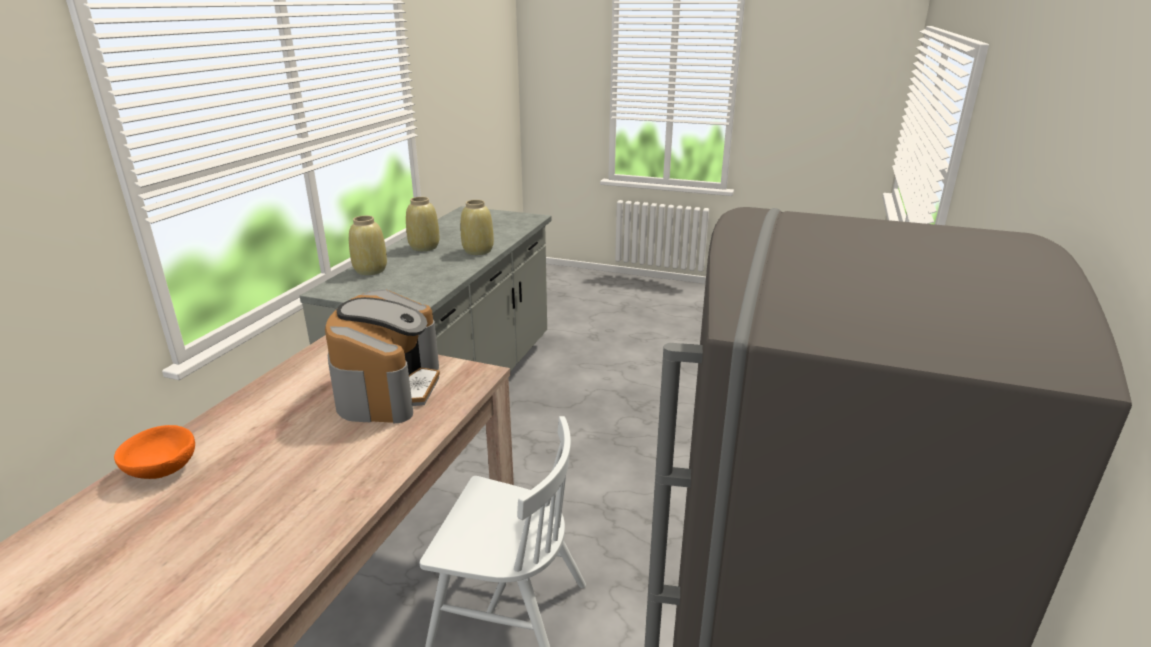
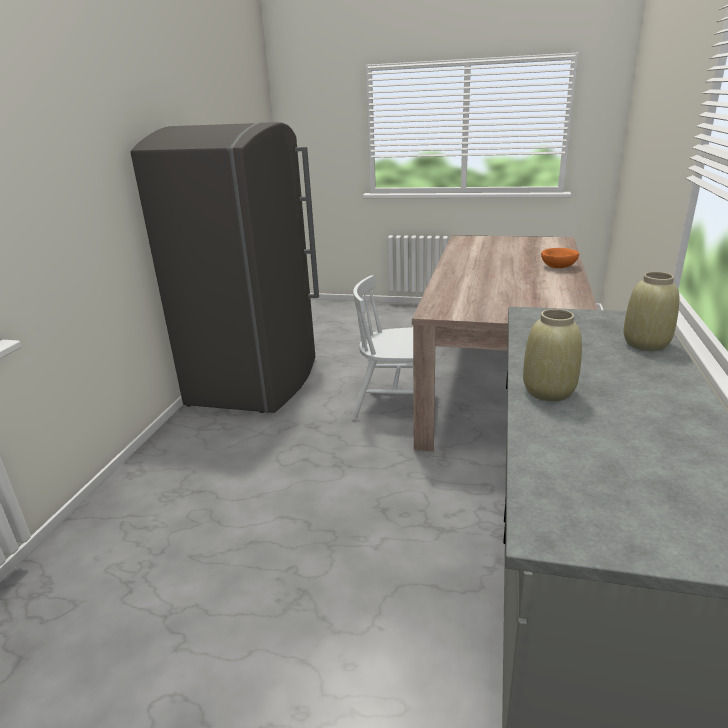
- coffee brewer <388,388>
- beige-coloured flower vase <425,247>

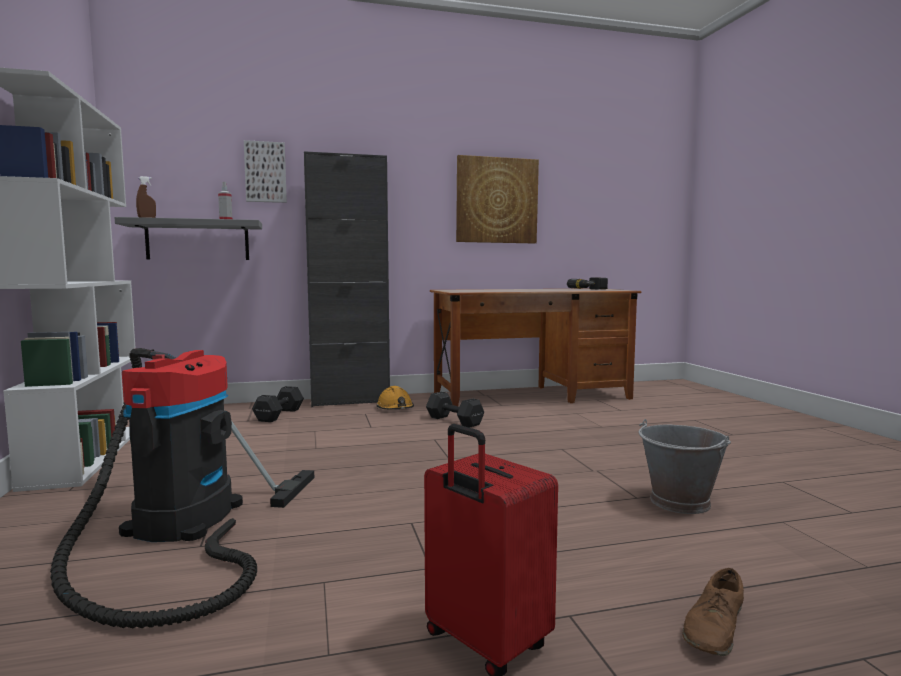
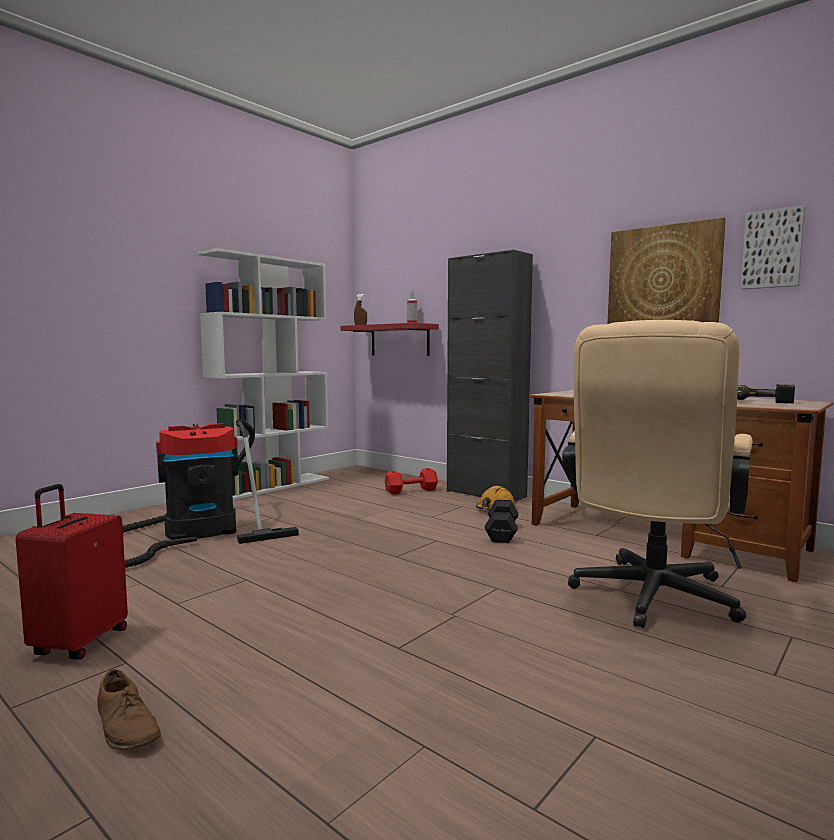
~ greyish wall shelf <198,240> to red-coloured wall shelf <399,340>
~ picture <265,172> to <772,249>
~ black-coloured free weight <278,415> to red-coloured free weight <410,491>
- greyish water bucket <680,502>
~ brown low shoe <715,627> = <127,725> 135 degrees counterclockwise
+ beige-coloured desk chair <650,600>

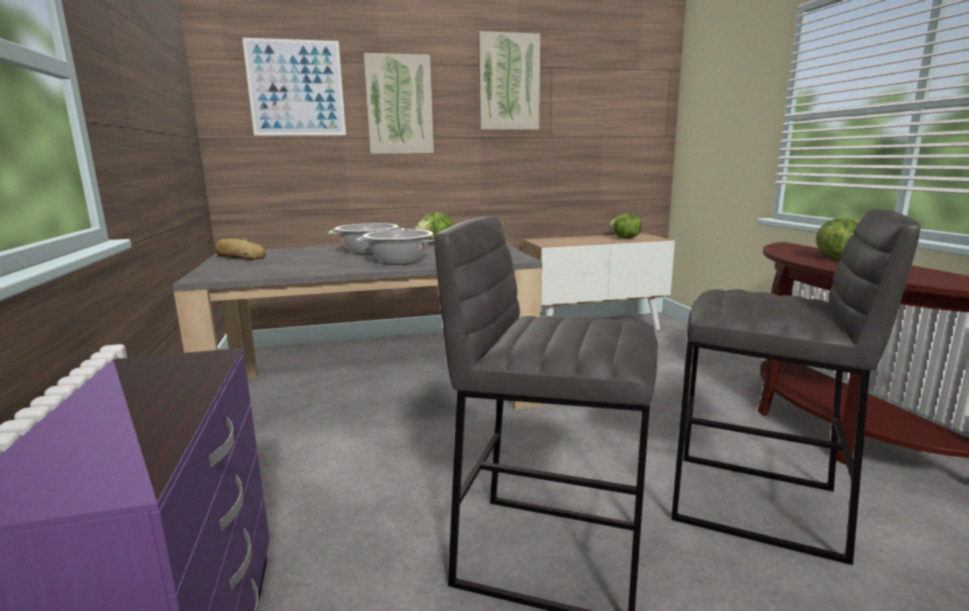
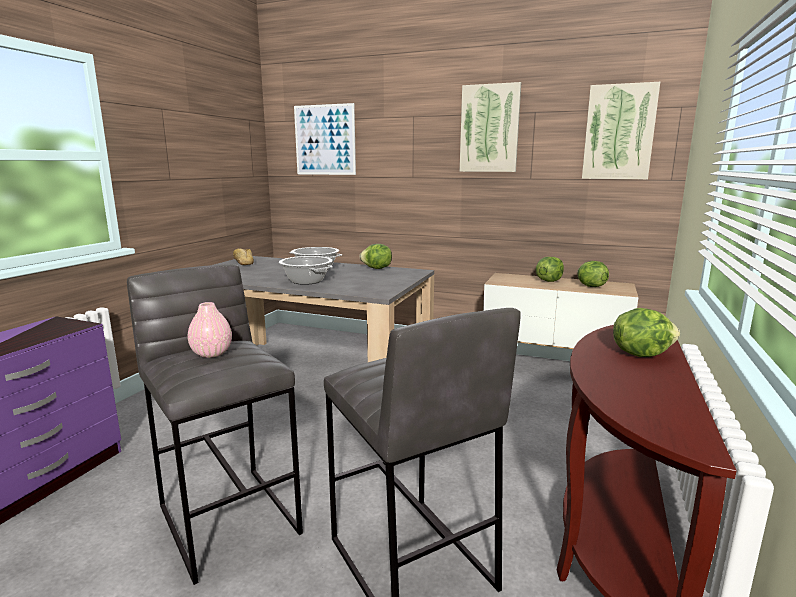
~ picture <399,105> to <619,132>
+ pinkish flower vase <211,353>
+ head of lettuce <548,281>

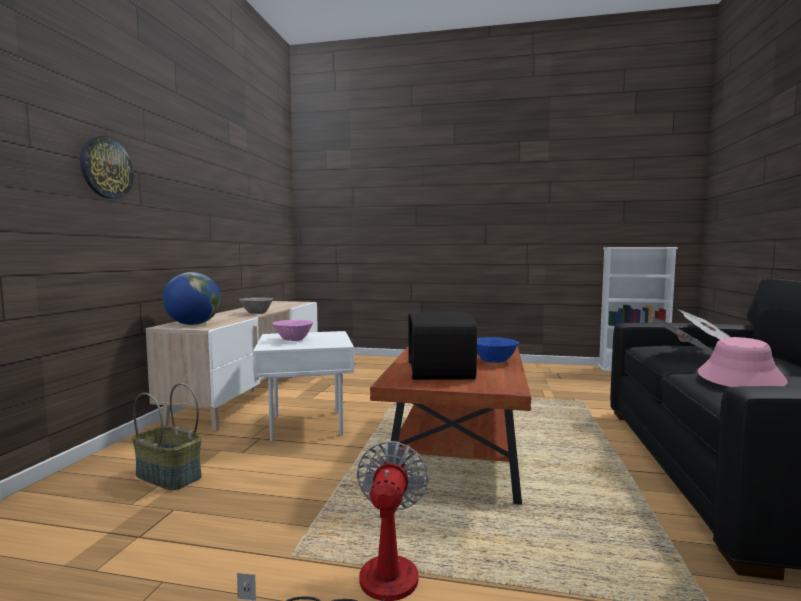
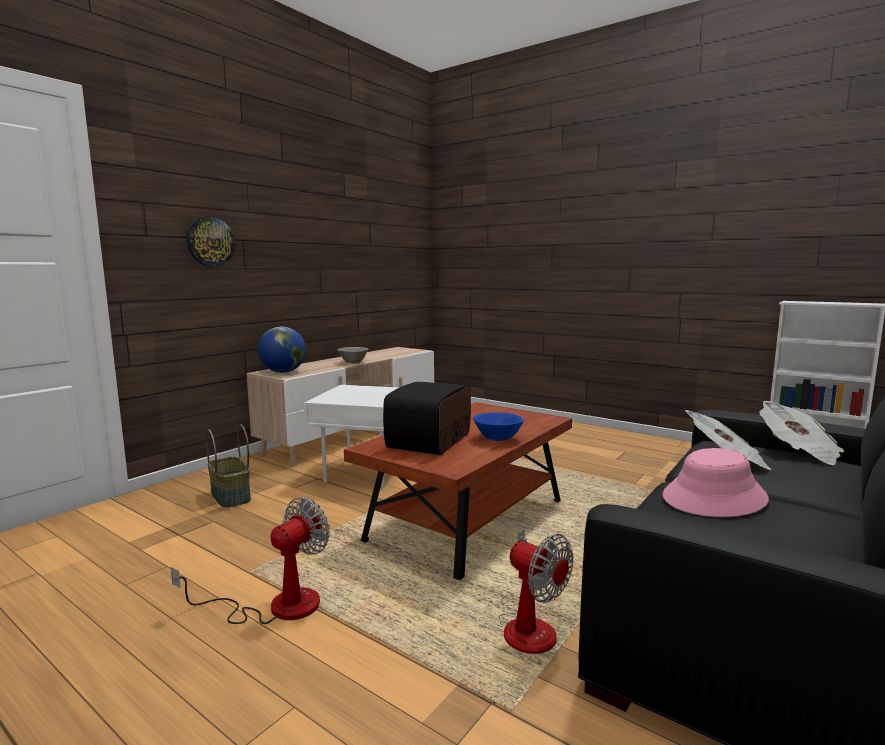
- pinkish bowl <293,339>
+ cooling fan <528,624>

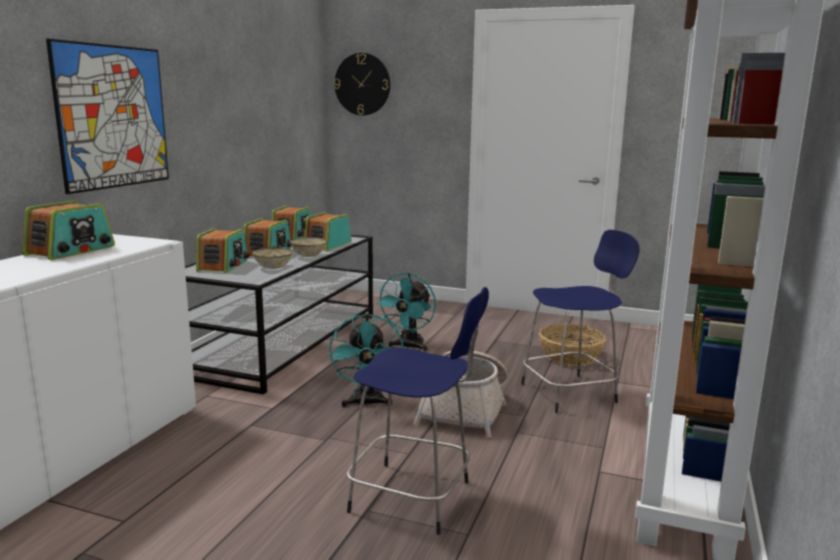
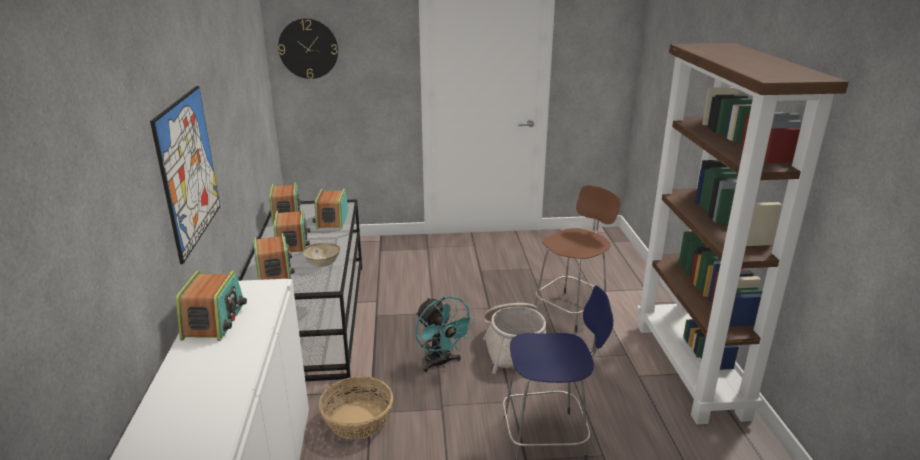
- bowl <308,256>
- blue-green cooling fan <409,347>
~ bluish stool seat <571,392> to brown stool seat <571,310>
~ household basket <569,357> to <357,420>

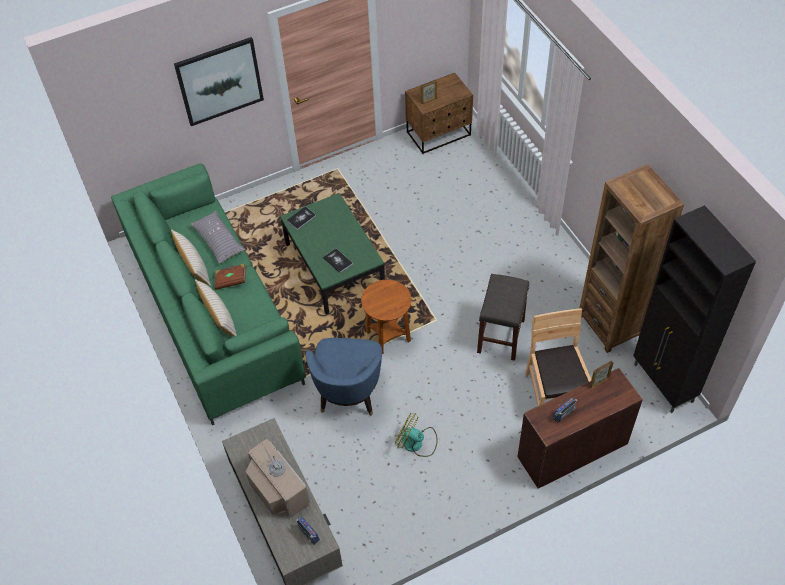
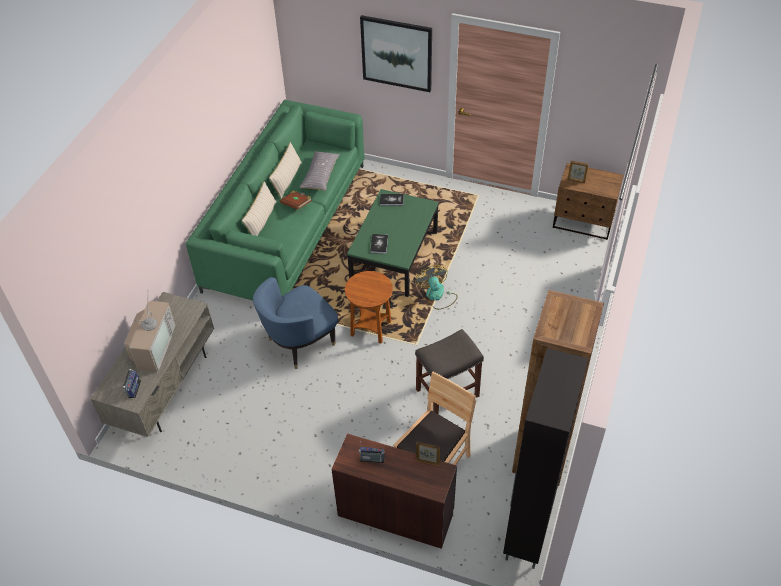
~ cooling fan <417,442> to <437,296>

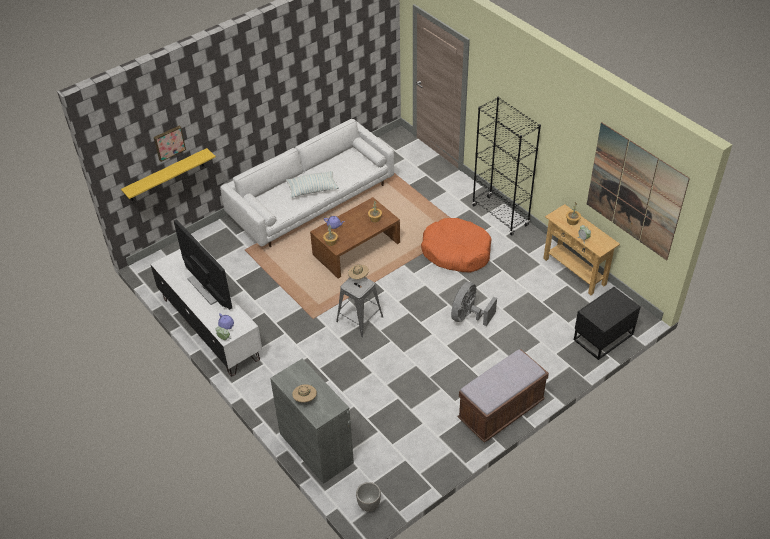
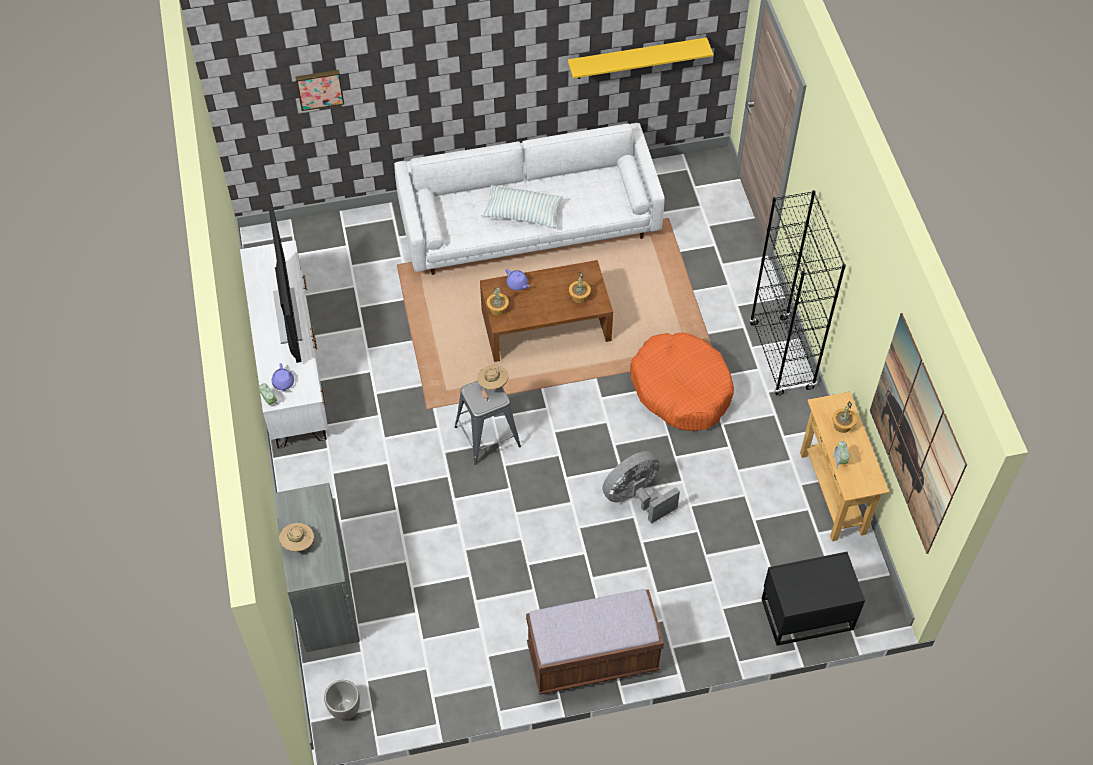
~ yellow-coloured wall shelf <166,175> to <637,58>

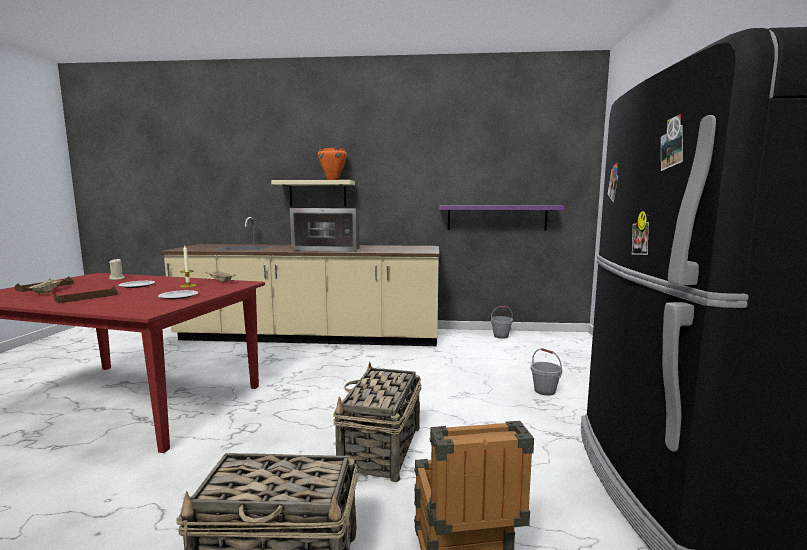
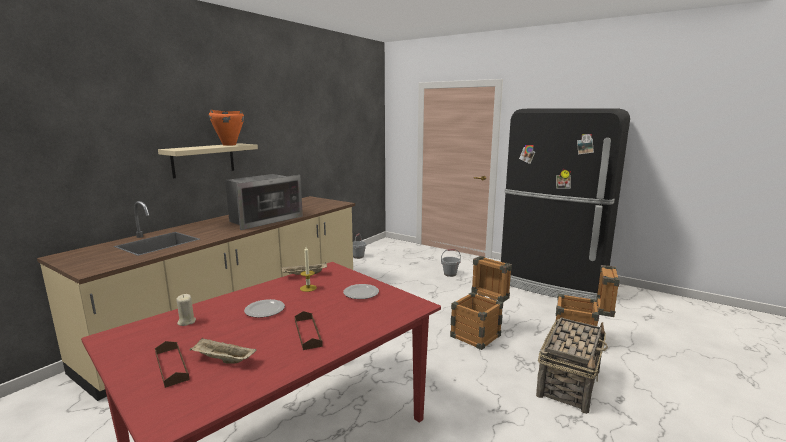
~ household basket <380,449> to shipping crate <479,334>
- purple wall shelf <497,217>

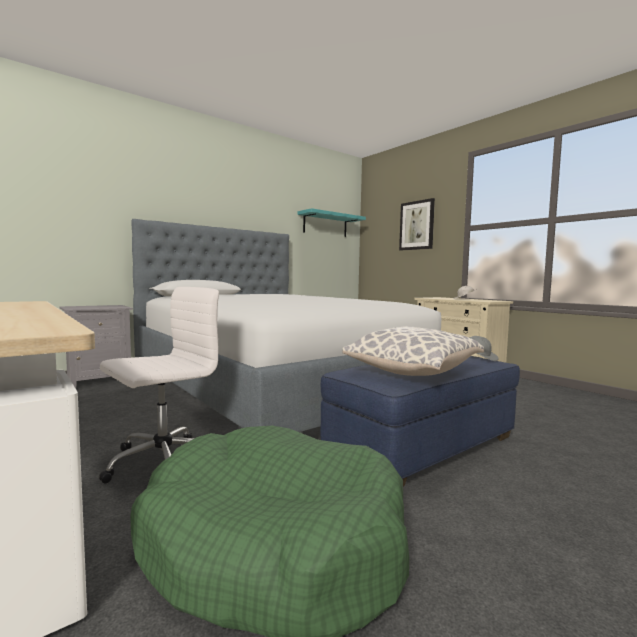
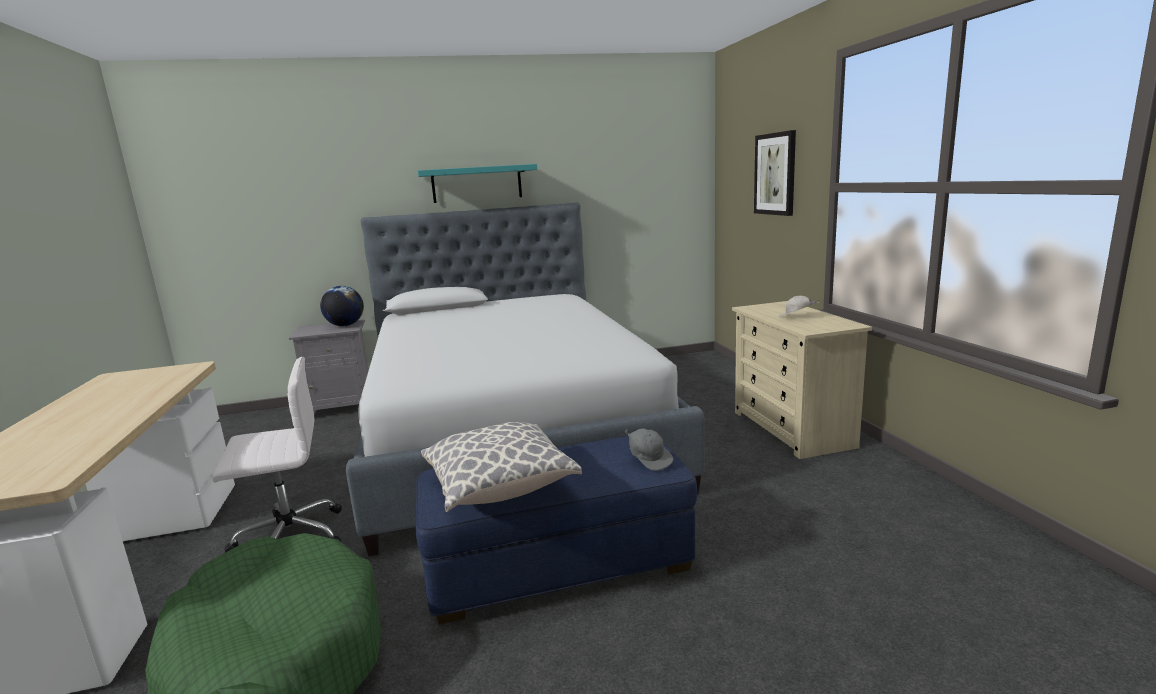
~ blue-green wall shelf <325,225> to <477,184>
+ globe <345,325>

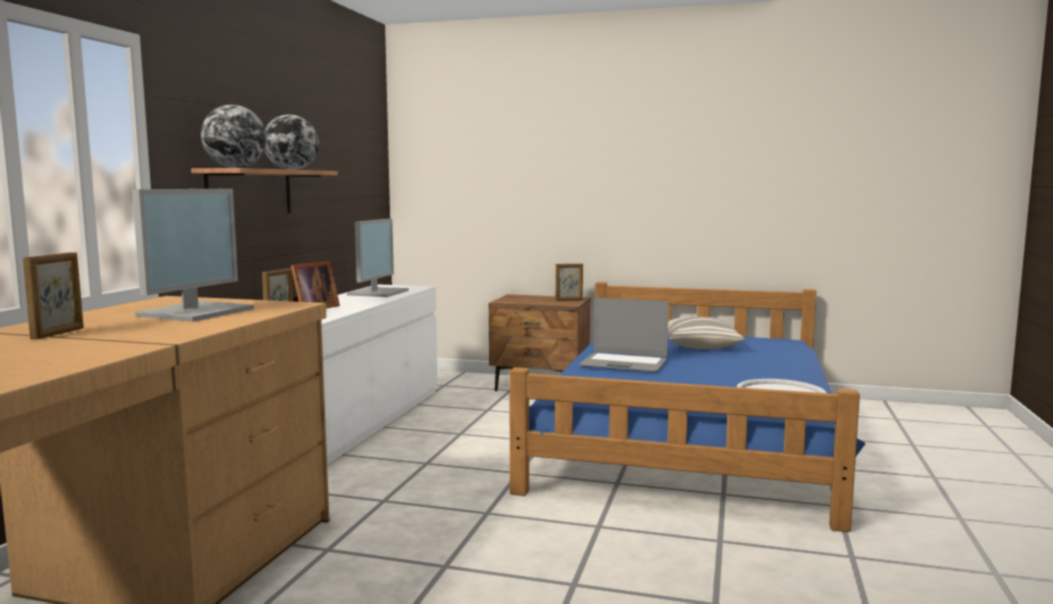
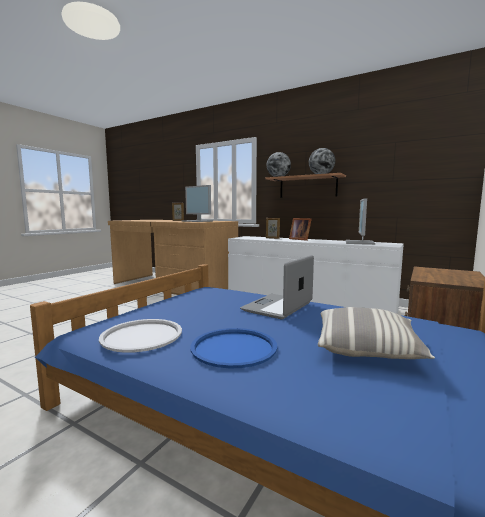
~ computer screen <378,292> = <360,242> 75 degrees clockwise
- picture frame <569,300>
+ bluish serving tray <234,348>

